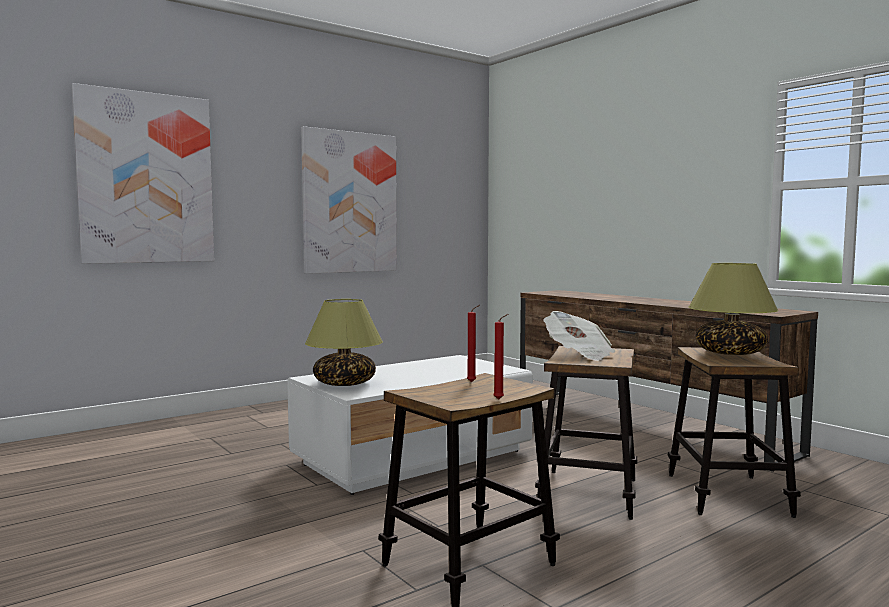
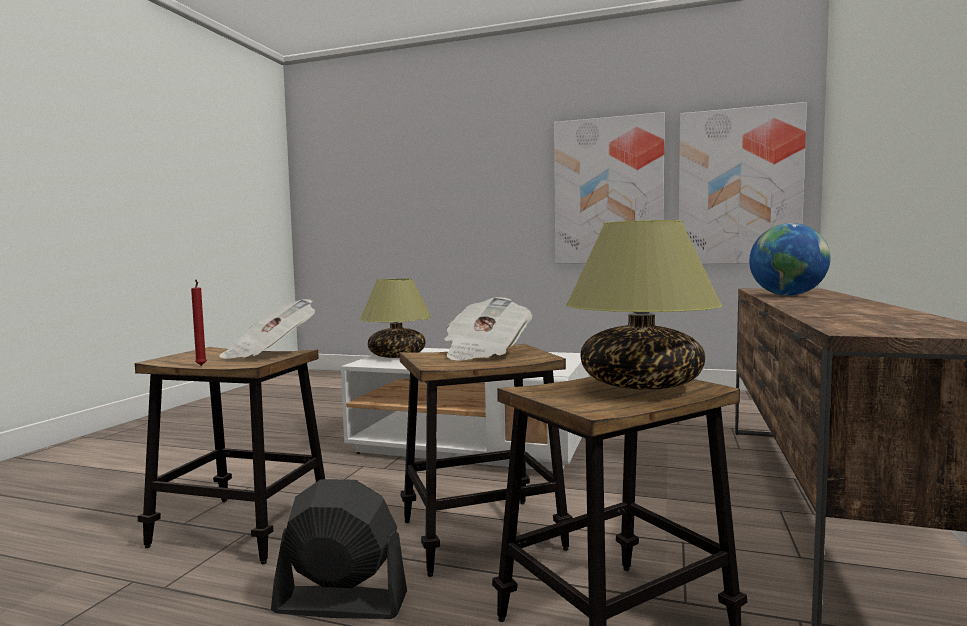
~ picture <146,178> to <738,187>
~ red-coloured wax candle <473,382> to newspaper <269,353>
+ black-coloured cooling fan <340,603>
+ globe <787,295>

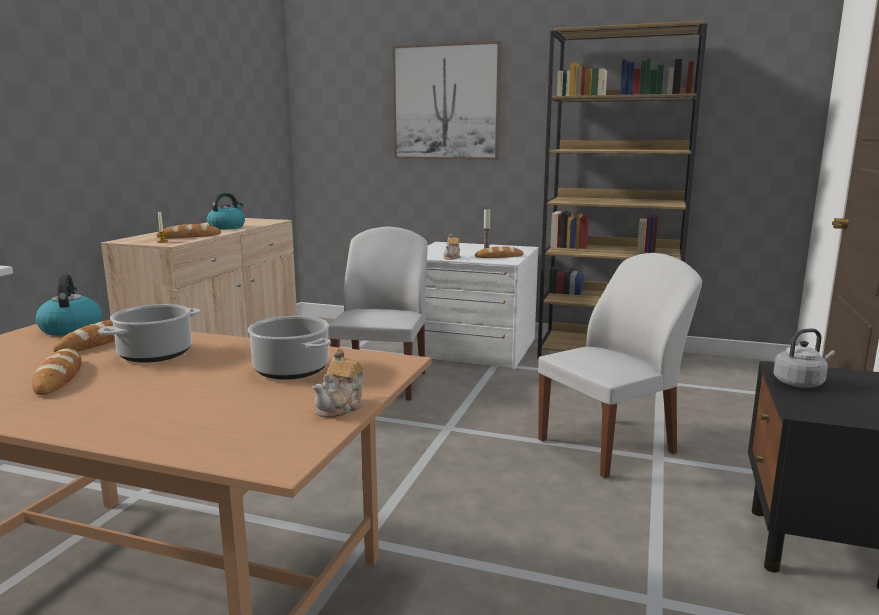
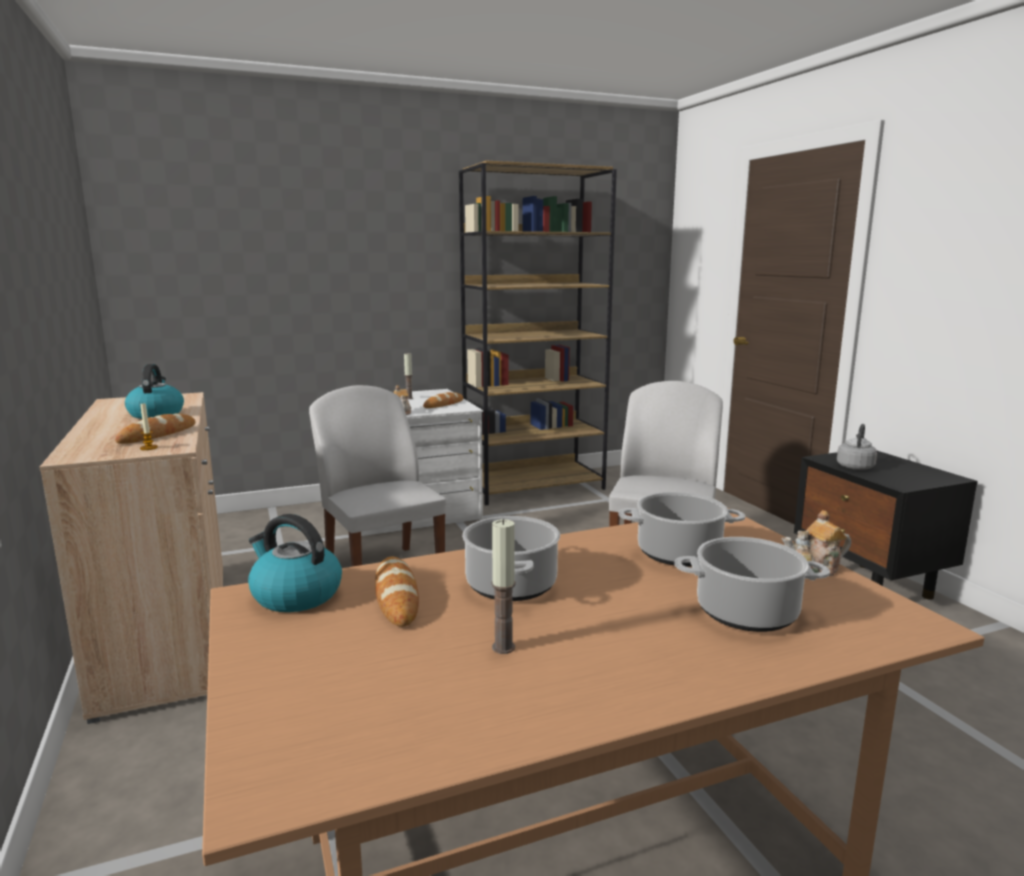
~ bread <59,377> to wax candle <503,647>
~ teapot <341,407> = <814,568> 90 degrees clockwise
- picture <446,102>
+ stockpot <745,613>

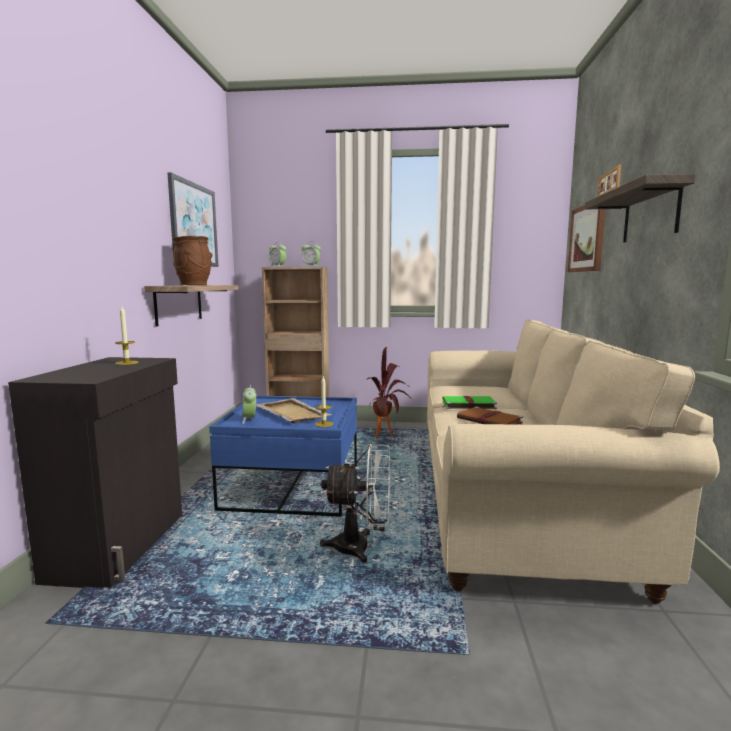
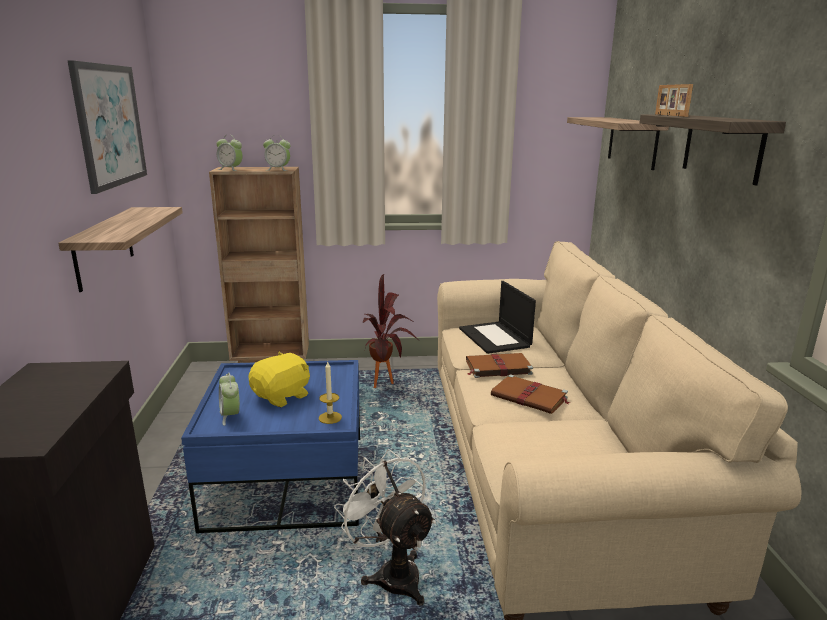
- wax candle <126,363>
- brown flower vase <194,285>
~ beige-coloured serving tray <291,413> to yellow-coloured cuddly toy <282,396>
~ whitish cooling fan <361,547> = <392,573> 120 degrees counterclockwise
~ greenish volume <467,404> to brown volume <497,367>
~ picture <587,238> to wall shelf <632,142>
+ laptop <495,338>

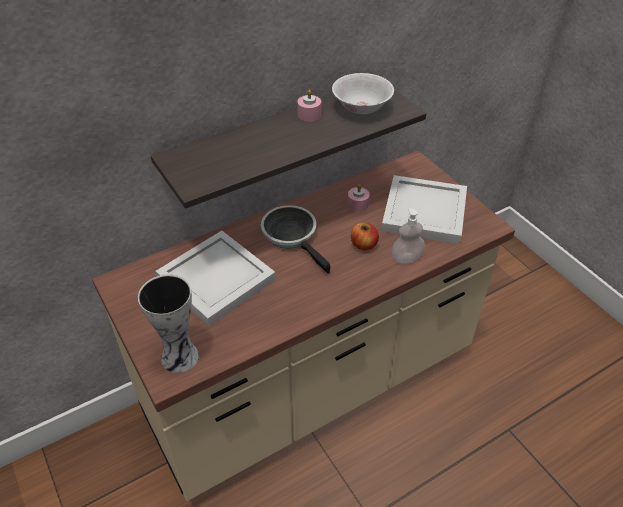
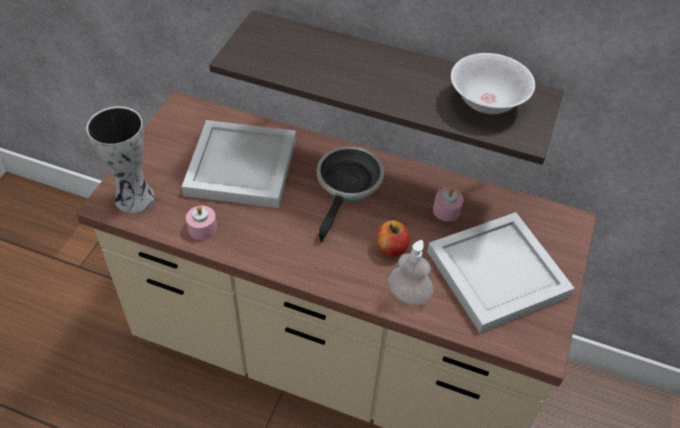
~ pinkish wax candle <309,115> to <202,228>

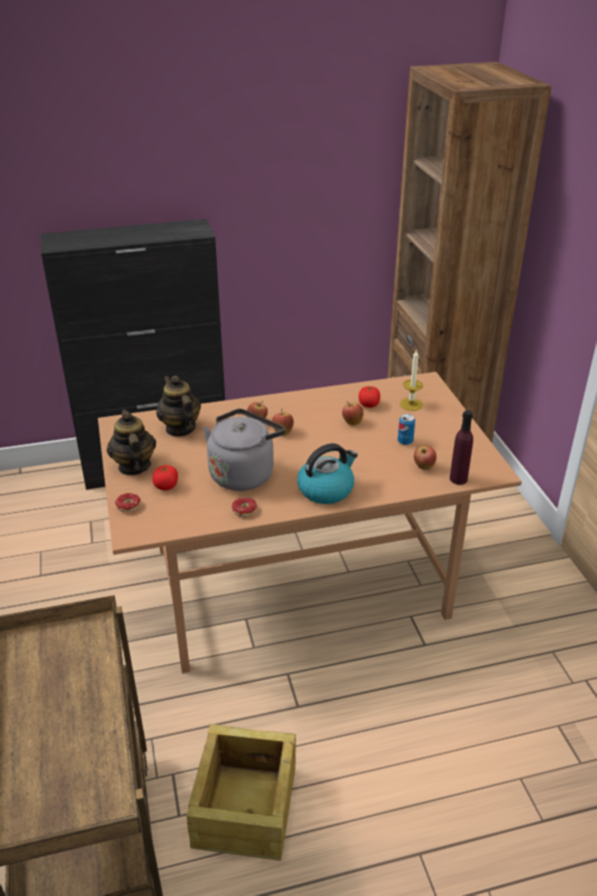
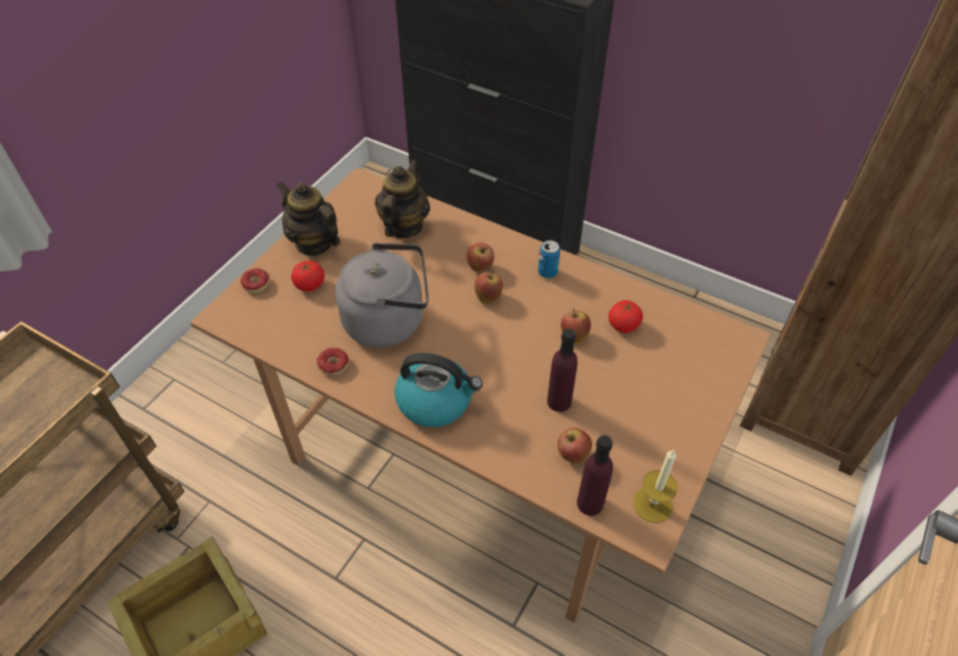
~ teapot <134,466> = <314,243> 75 degrees counterclockwise
~ sealed can <405,441> to <547,272>
~ wax candle <411,404> to <652,504>
+ purple bottle <559,401>

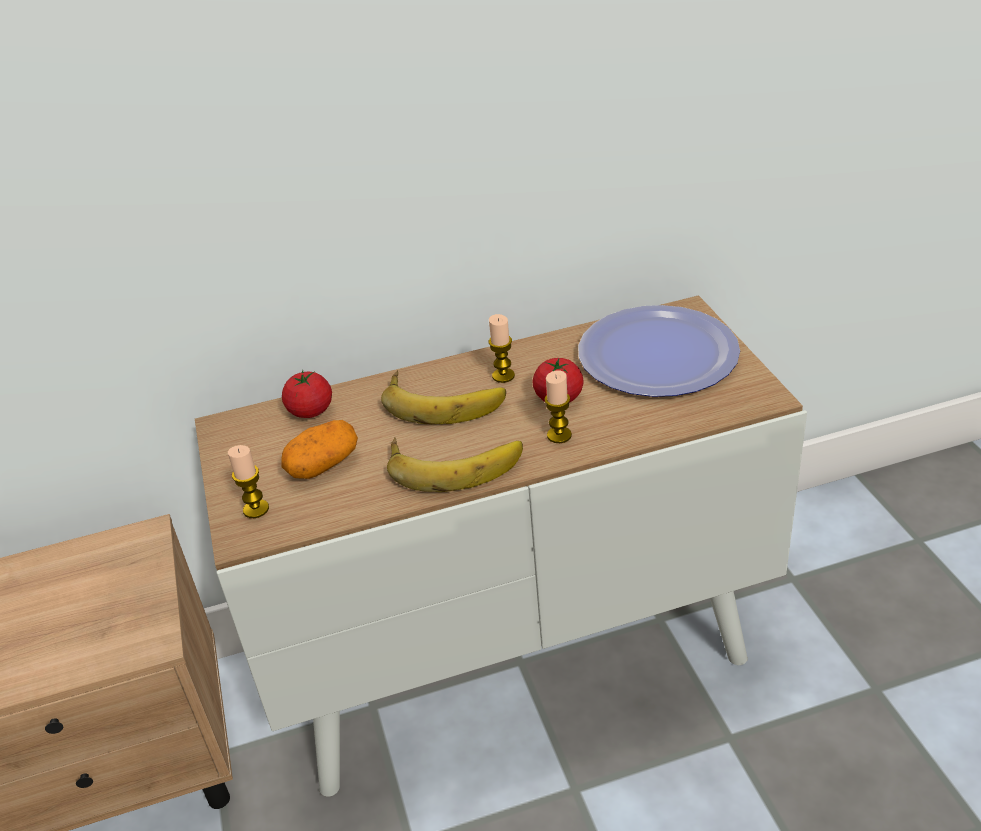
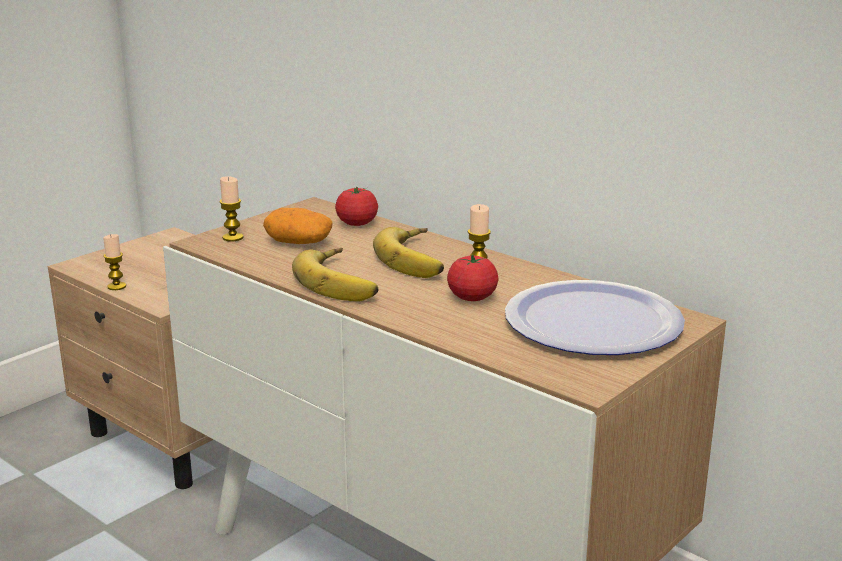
~ wax candle <559,435> to <116,286>

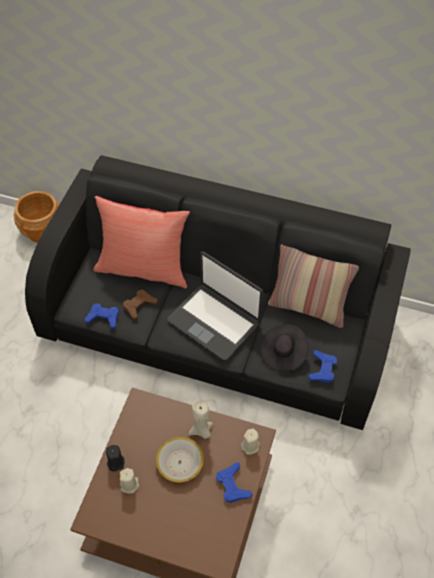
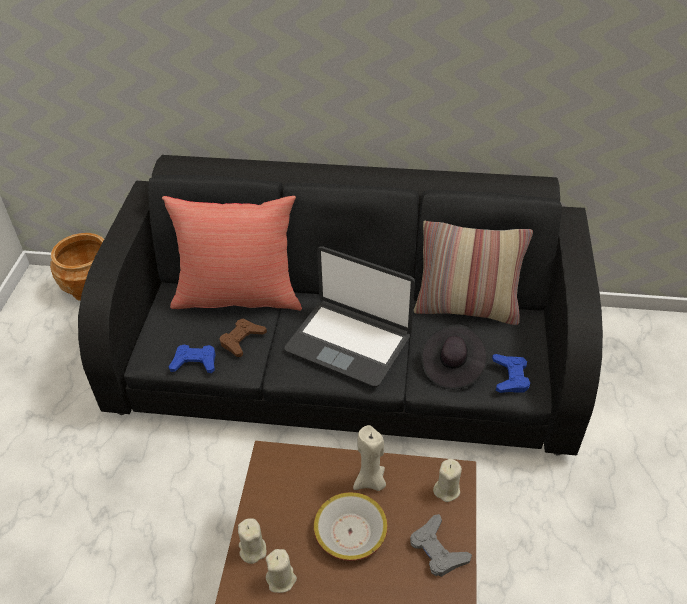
~ black-coloured wax candle <115,462> to beige-coloured wax candle <252,550>
~ bluish game controller <232,485> to greyish game controller <437,550>

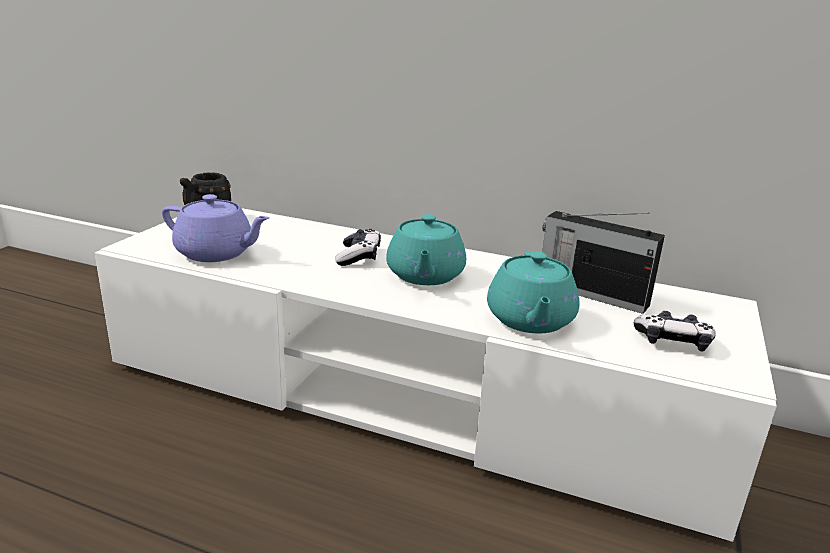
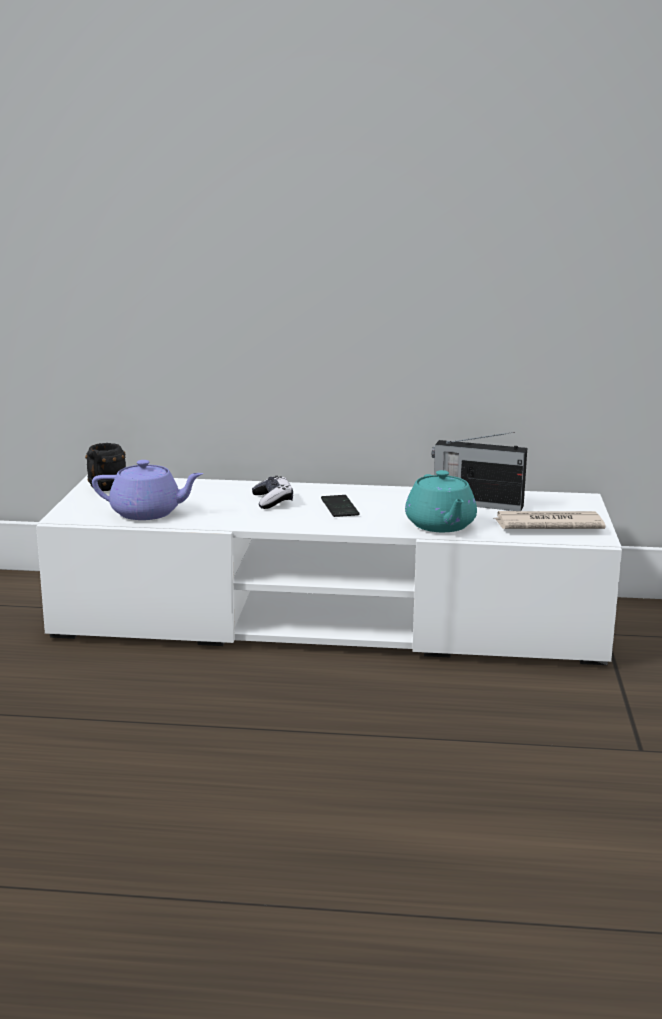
~ blue-green teapot <425,276> to phone <339,507>
~ game controller <672,342> to newspaper <547,525>

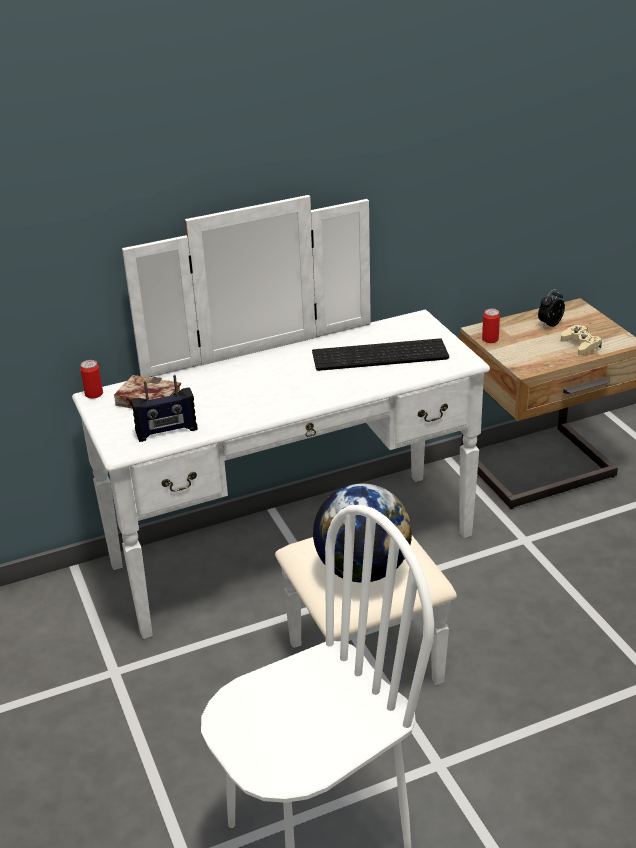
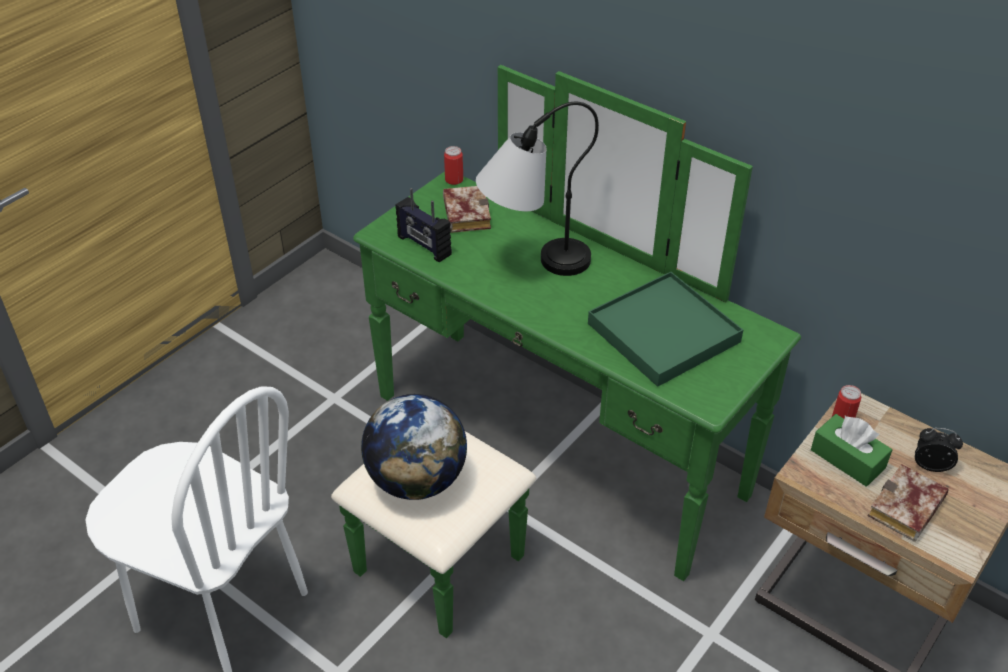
~ whitish drawer chest <309,573> to greenish drawer chest <534,470>
~ PC keyboard <379,356> to greenish serving tray <663,332>
~ beige-coloured game controller <581,345> to volume <907,511>
+ lamp for a table <531,265>
+ greenish tissue holder <847,459>

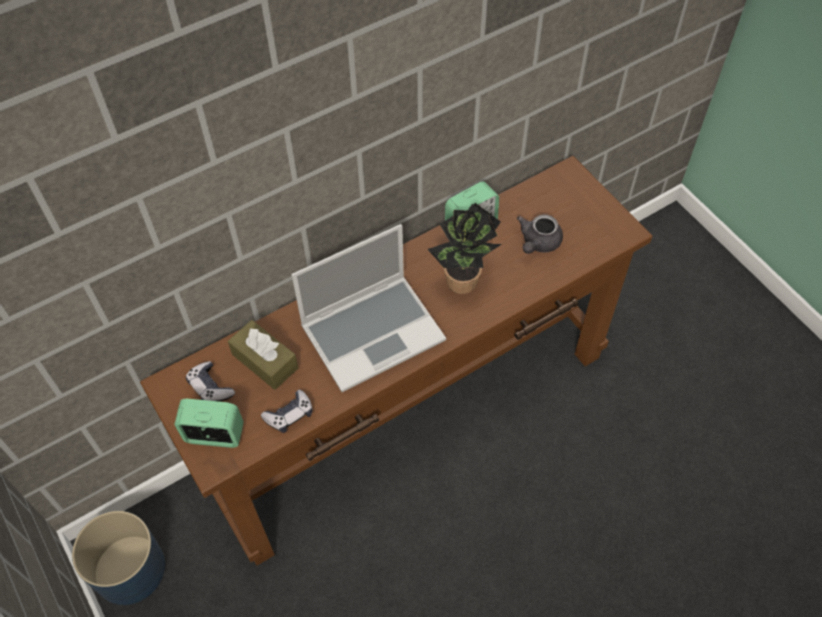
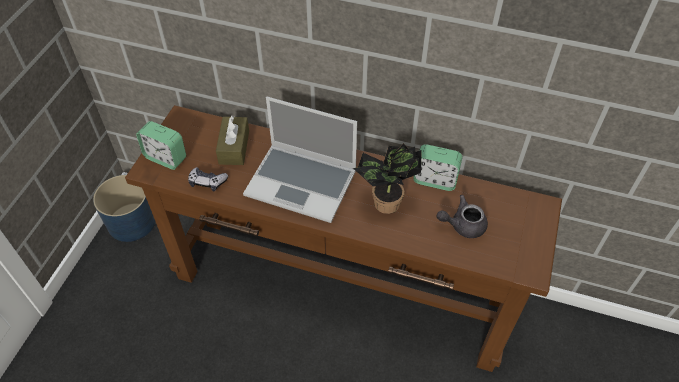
~ bedside clock <214,435> = <166,158> 150 degrees clockwise
- game controller <210,387>

